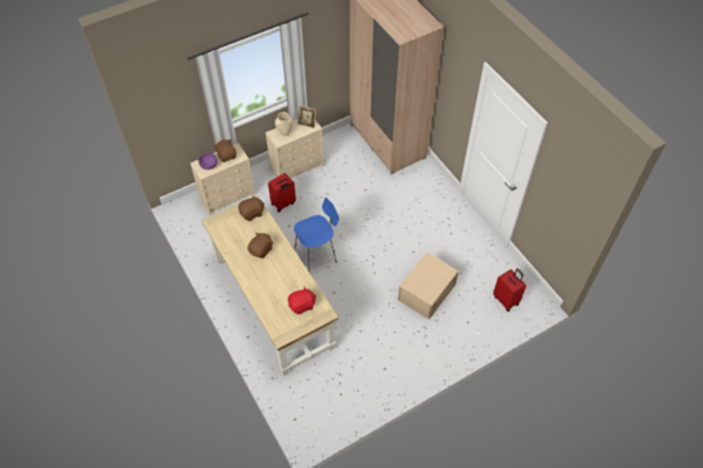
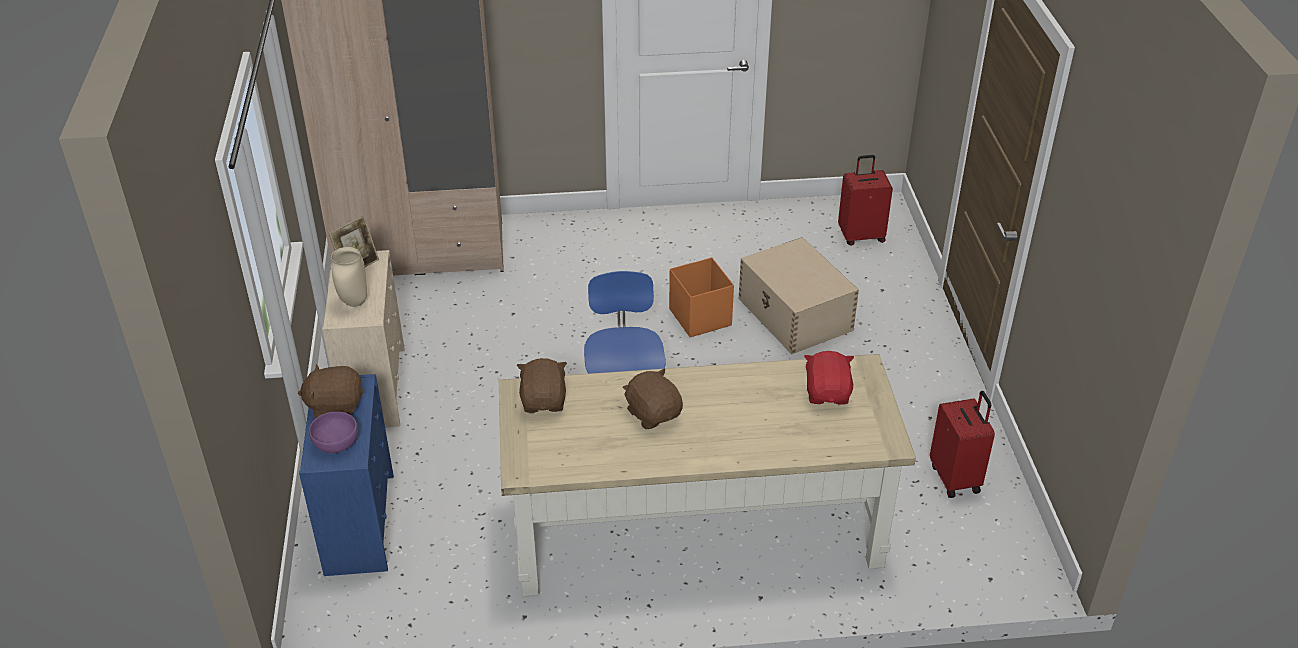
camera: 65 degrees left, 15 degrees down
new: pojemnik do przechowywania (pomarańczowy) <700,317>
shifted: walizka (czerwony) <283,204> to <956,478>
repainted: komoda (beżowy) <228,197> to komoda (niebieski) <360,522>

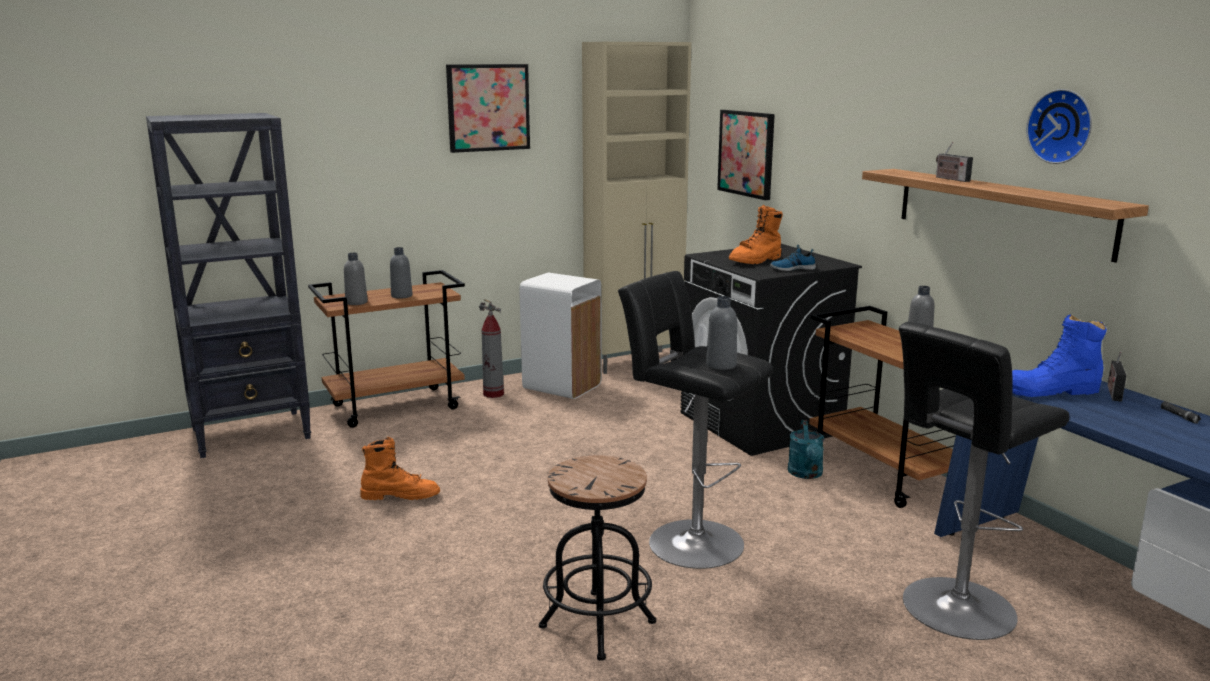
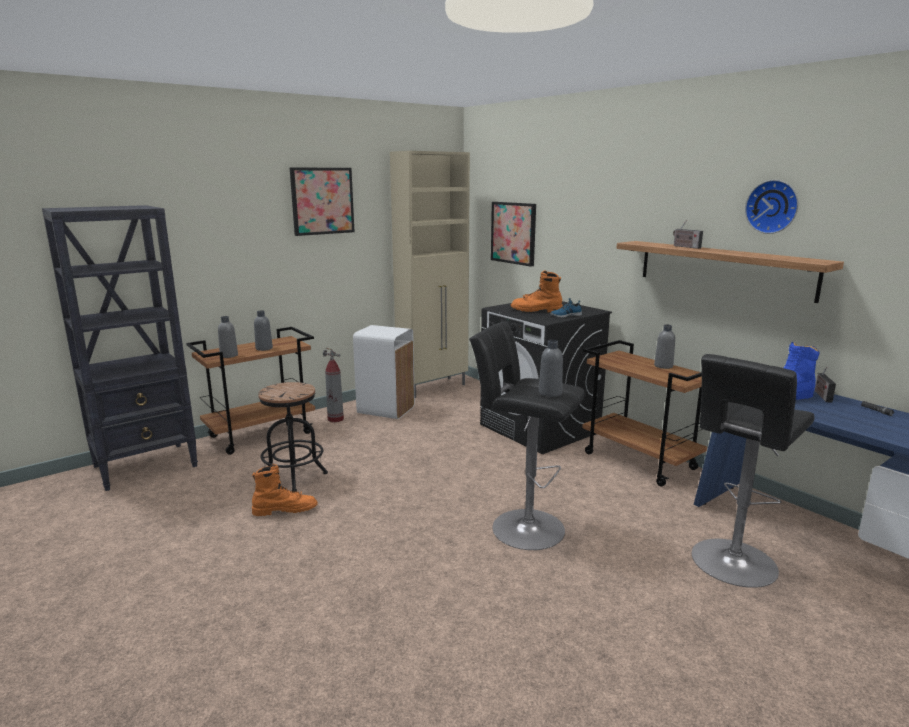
camera: 10 degrees left, 0 degrees up
gone: konewka (turkusowy) <806,474>
shifted: stołek (czarny) <597,624> to <294,477>
rotated: but z cholewką (pomarańczowy) <756,261> = <536,310> 60 degrees clockwise

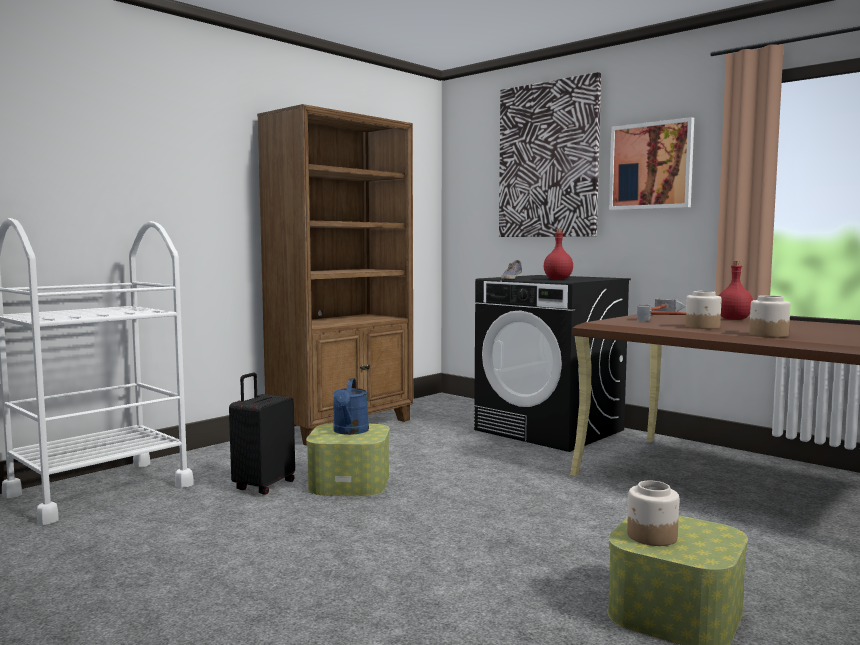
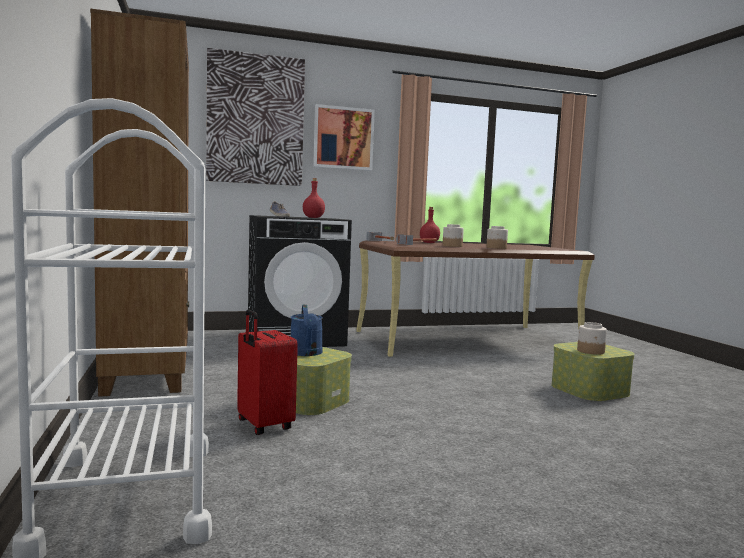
camera: 60 degrees left, 0 degrees up
repainted: walizka (czarny) <263,486> to walizka (czerwony) <263,425>
rotated: konewka (niebieski) <350,431> = <307,353> 45 degrees clockwise

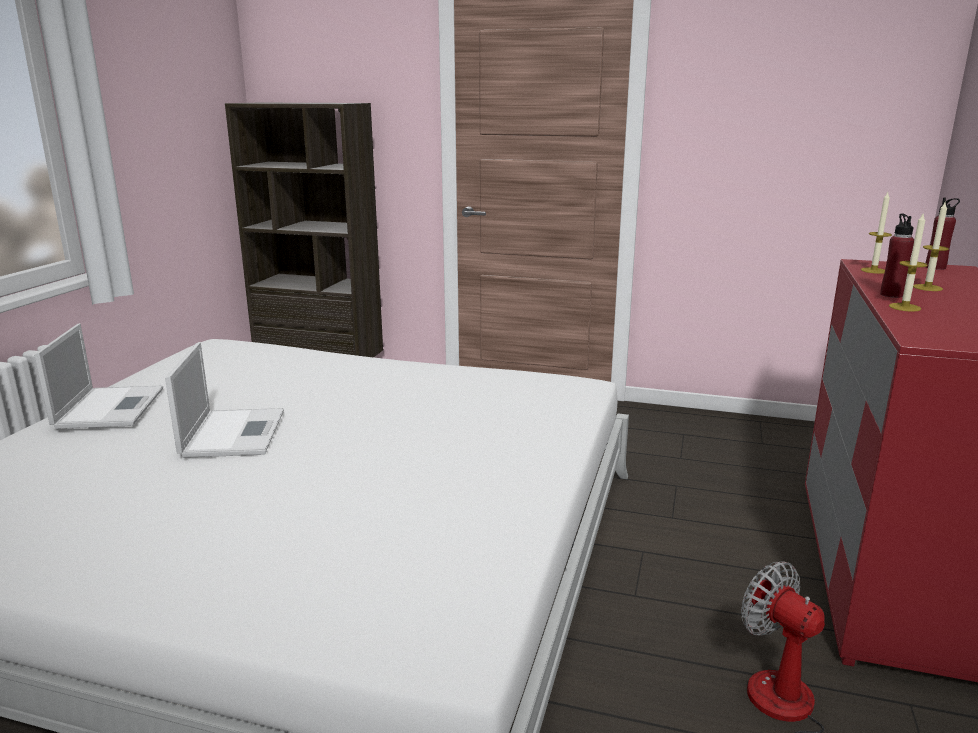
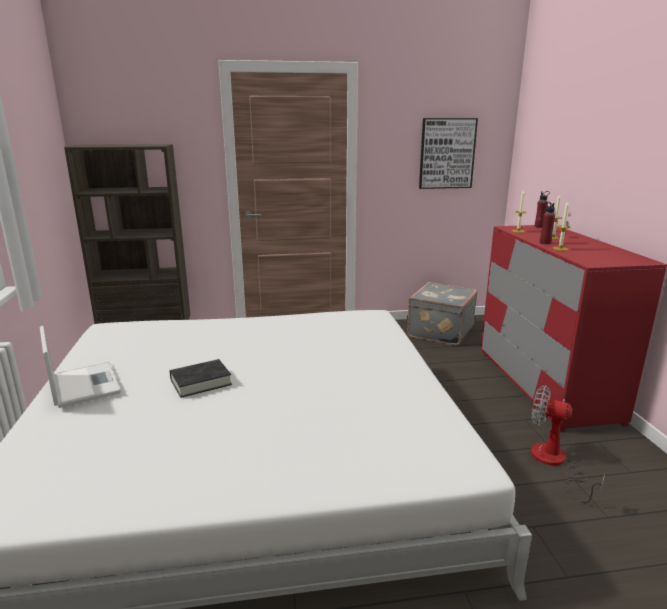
camera: 25 degrees left, 0 degrees up
new: walizka (szary) <439,331>; obraz <447,153>
swapped: laptop <234,432> to książka (czarny) <200,382>

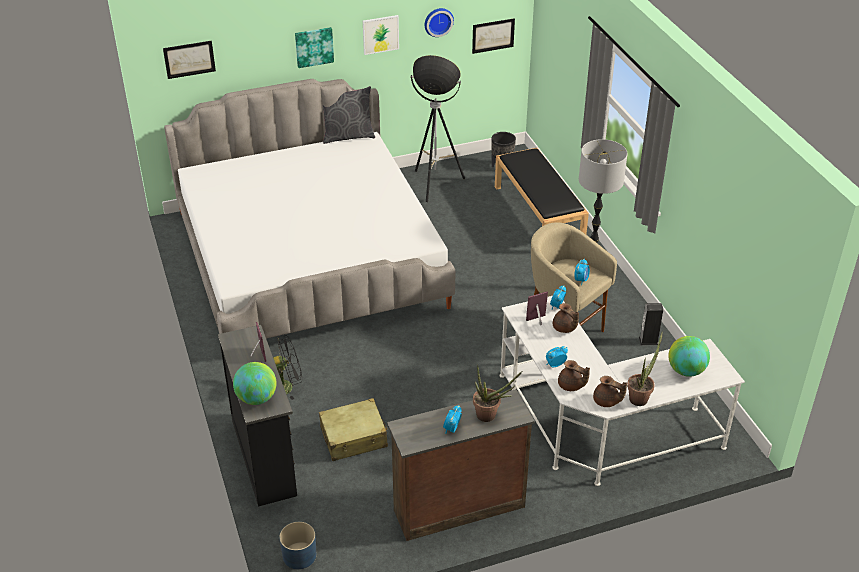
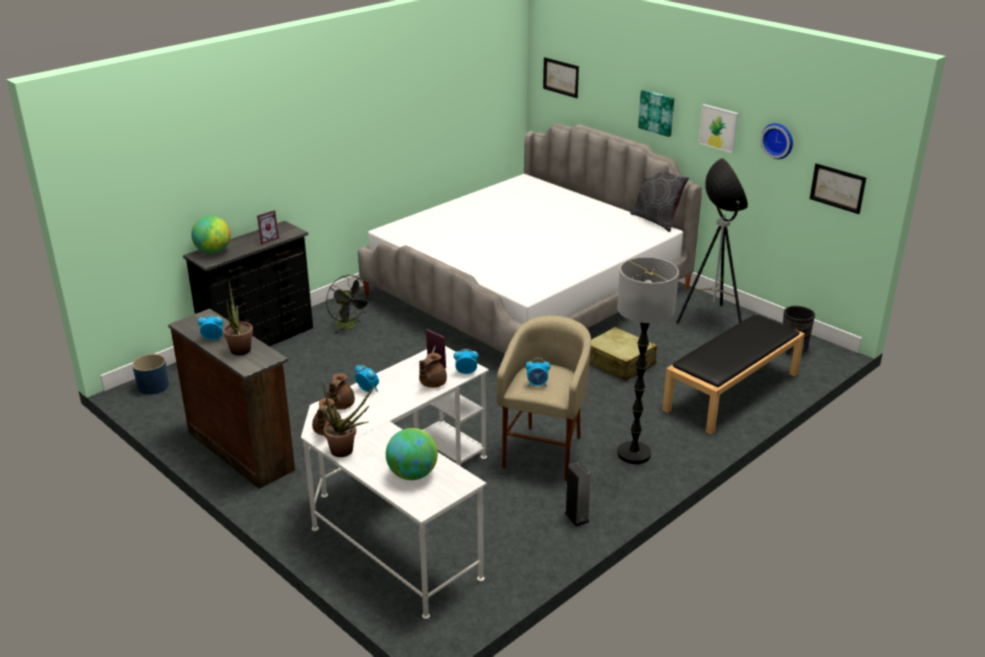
camera: 65 degrees right, 10 degrees down
shifted: walizka (beżowy) <354,437> to <620,363>

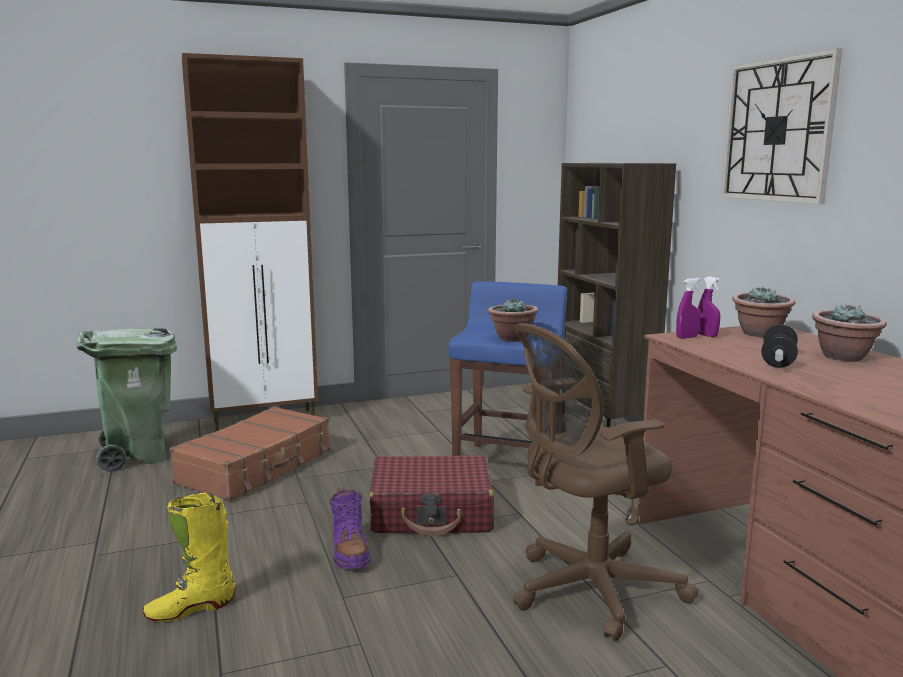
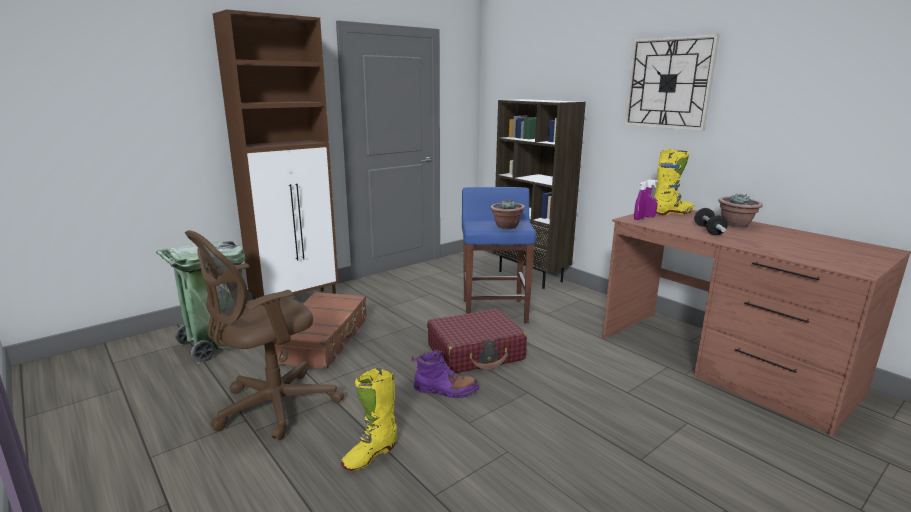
camera: 20 degrees left, 5 degrees up
shifted: krzesło biurowe (brązowy) <588,590> to <271,407>
swapped: roślina doniczkowa <760,334> to but z cholewką (żółty) <672,213>
rotated: but z cholewką (fioletowy) <349,552> = <445,390> 45 degrees counterclockwise

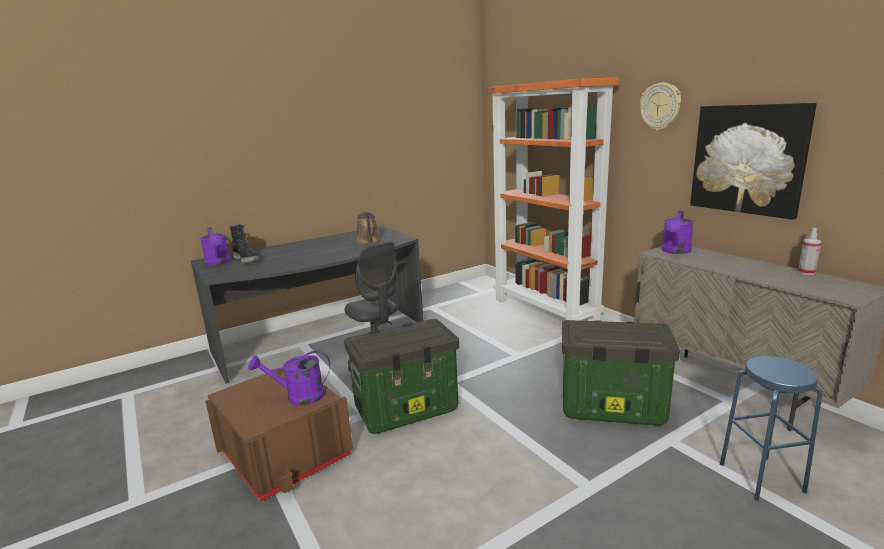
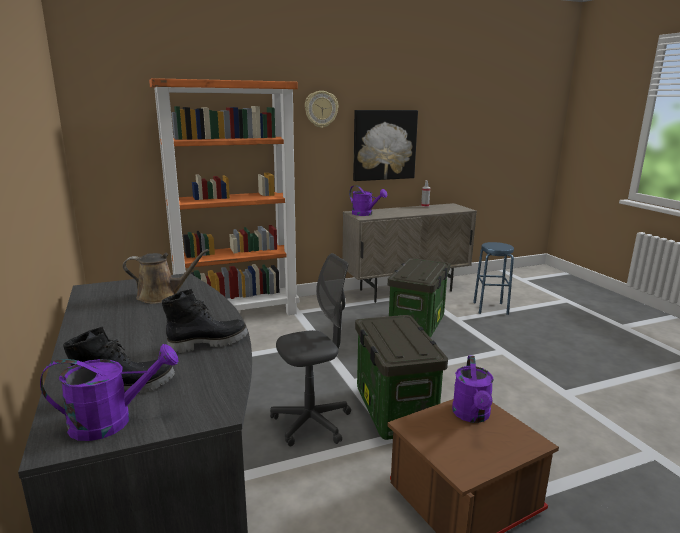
camera: 80 degrees left, 0 degrees up
new: but z cholewką (czarny) <208,343>

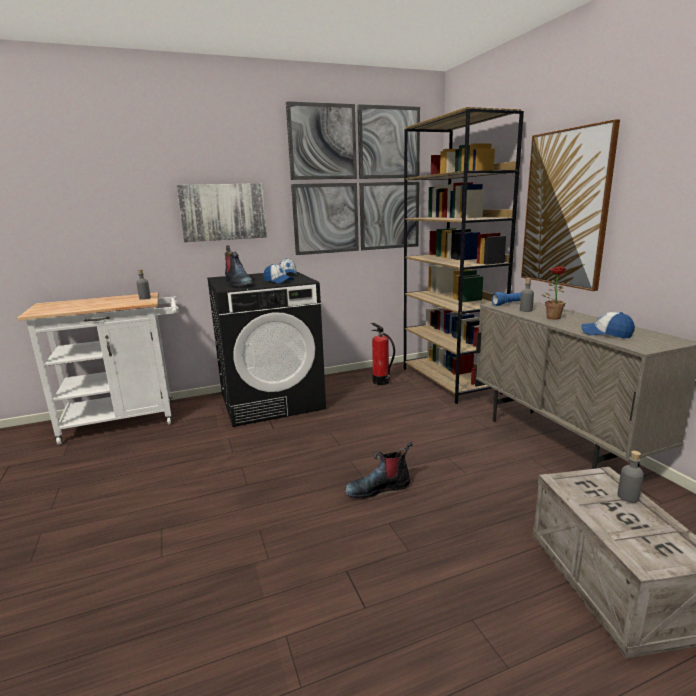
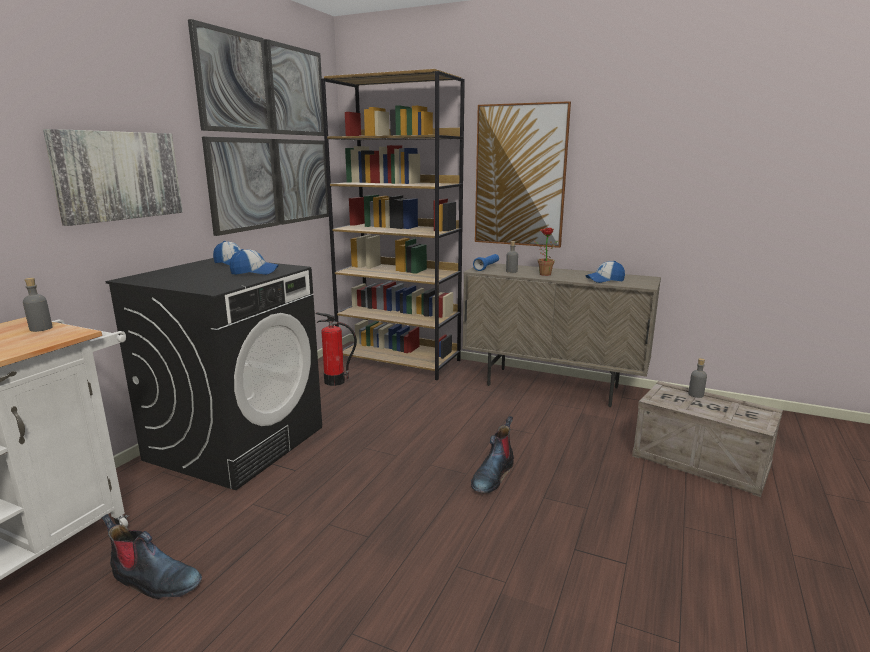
camera: 45 degrees left, 0 degrees up
shifted: but z cholewką <238,284> to <154,581>

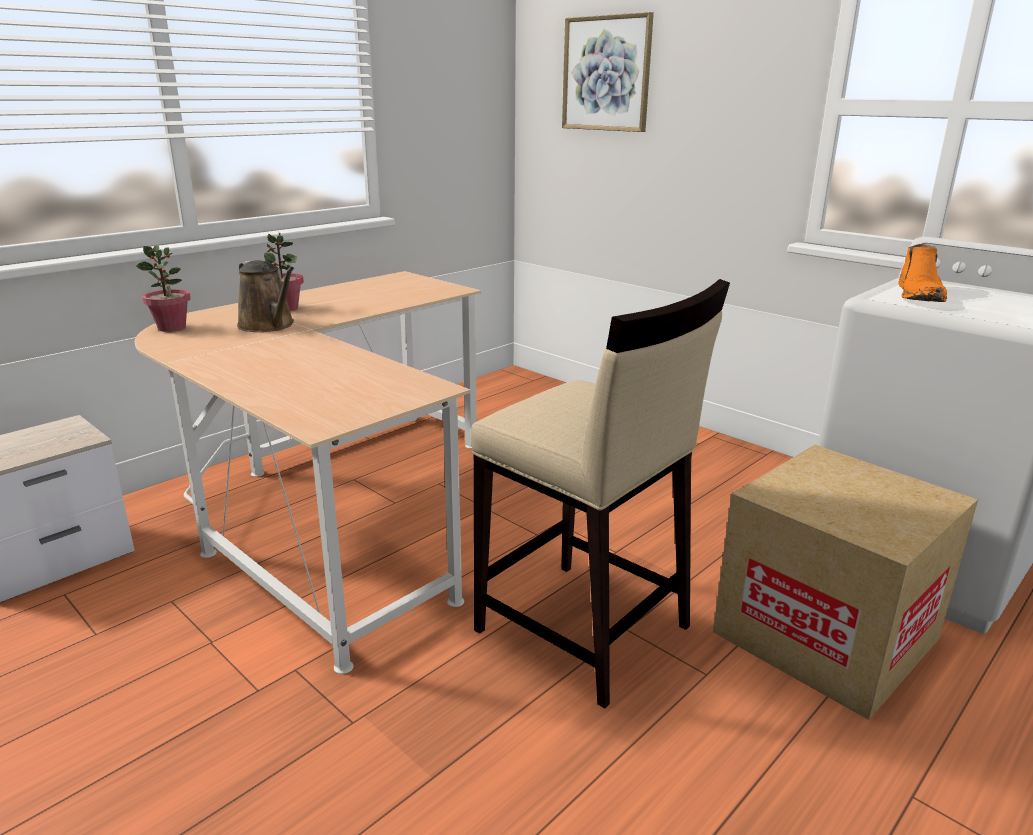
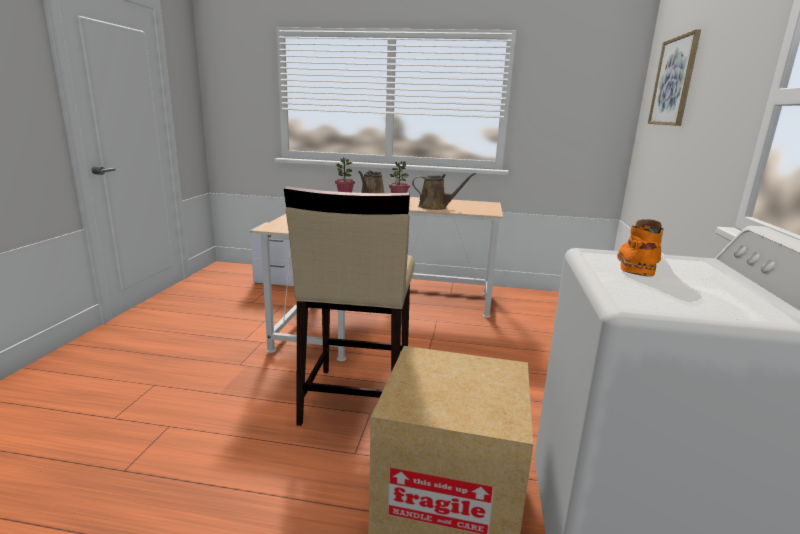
camera: 55 degrees right, 5 degrees down
new: konewka (brązowy) <436,207>
rotated: but z cholewką (pomarańczowy) <920,296> = <637,263> 135 degrees clockwise

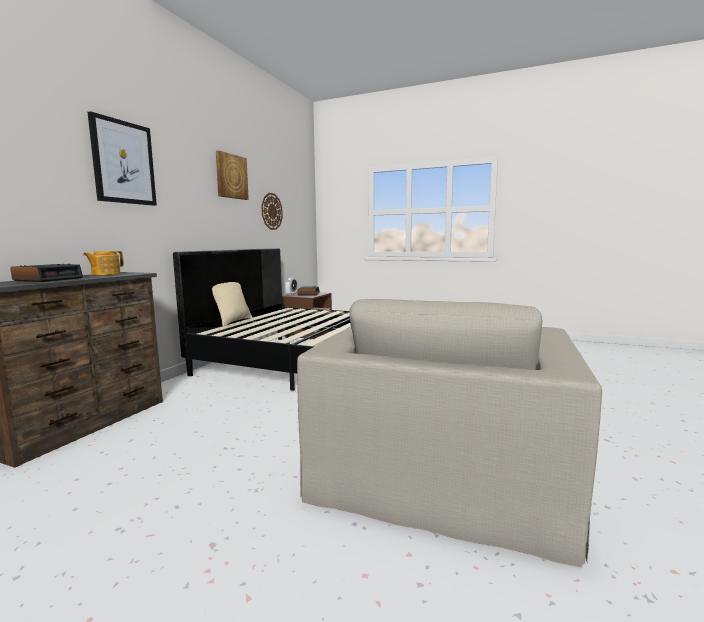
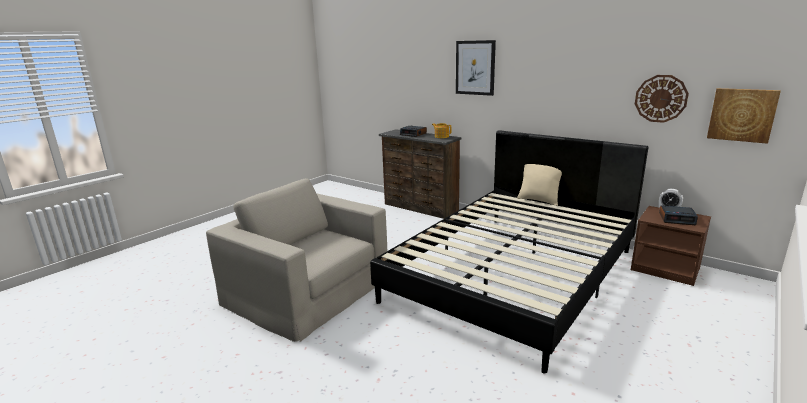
camera: 105 degrees right, 10 degrees up
shifted: obraz <231,176> to <742,115>

